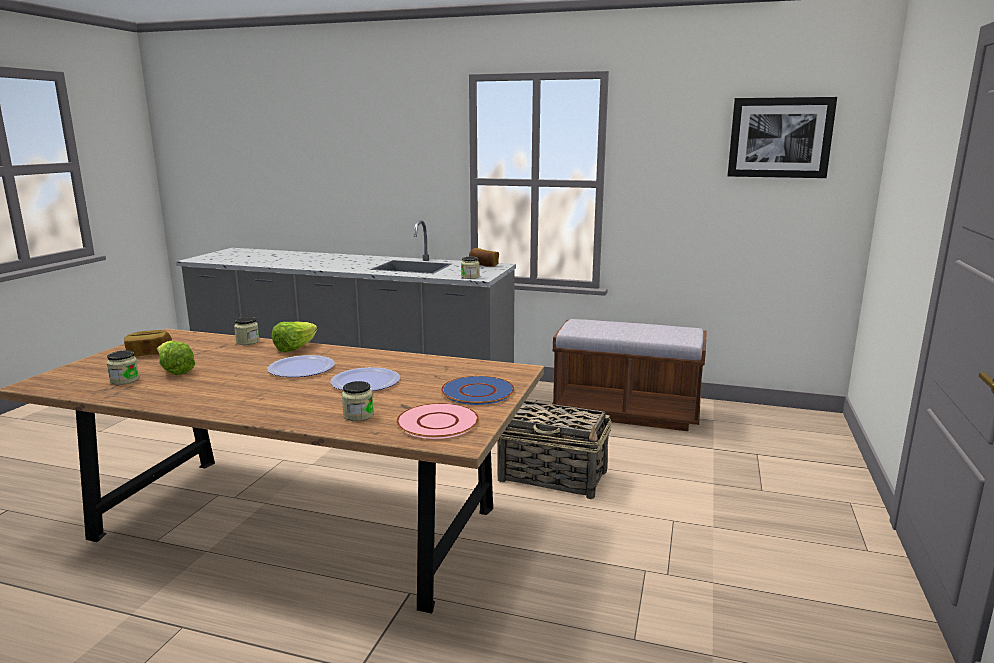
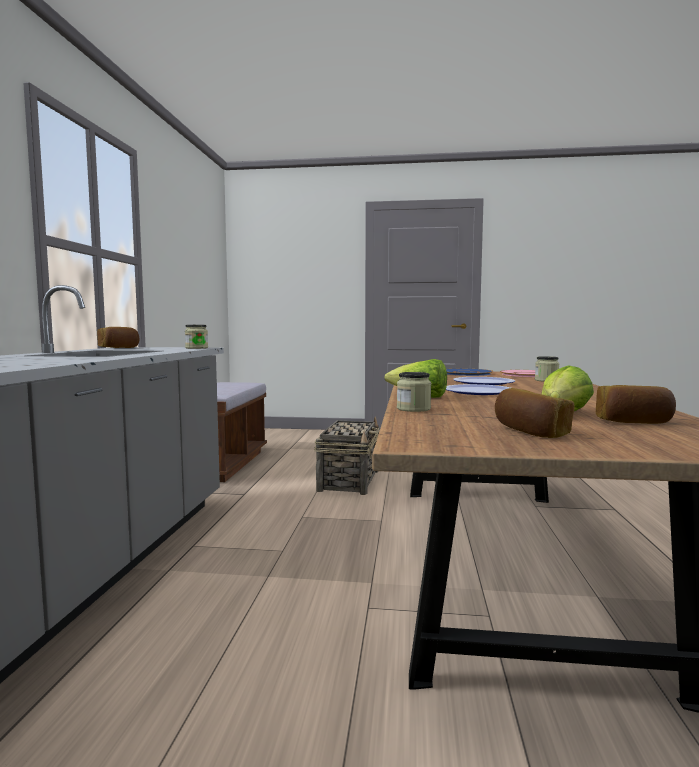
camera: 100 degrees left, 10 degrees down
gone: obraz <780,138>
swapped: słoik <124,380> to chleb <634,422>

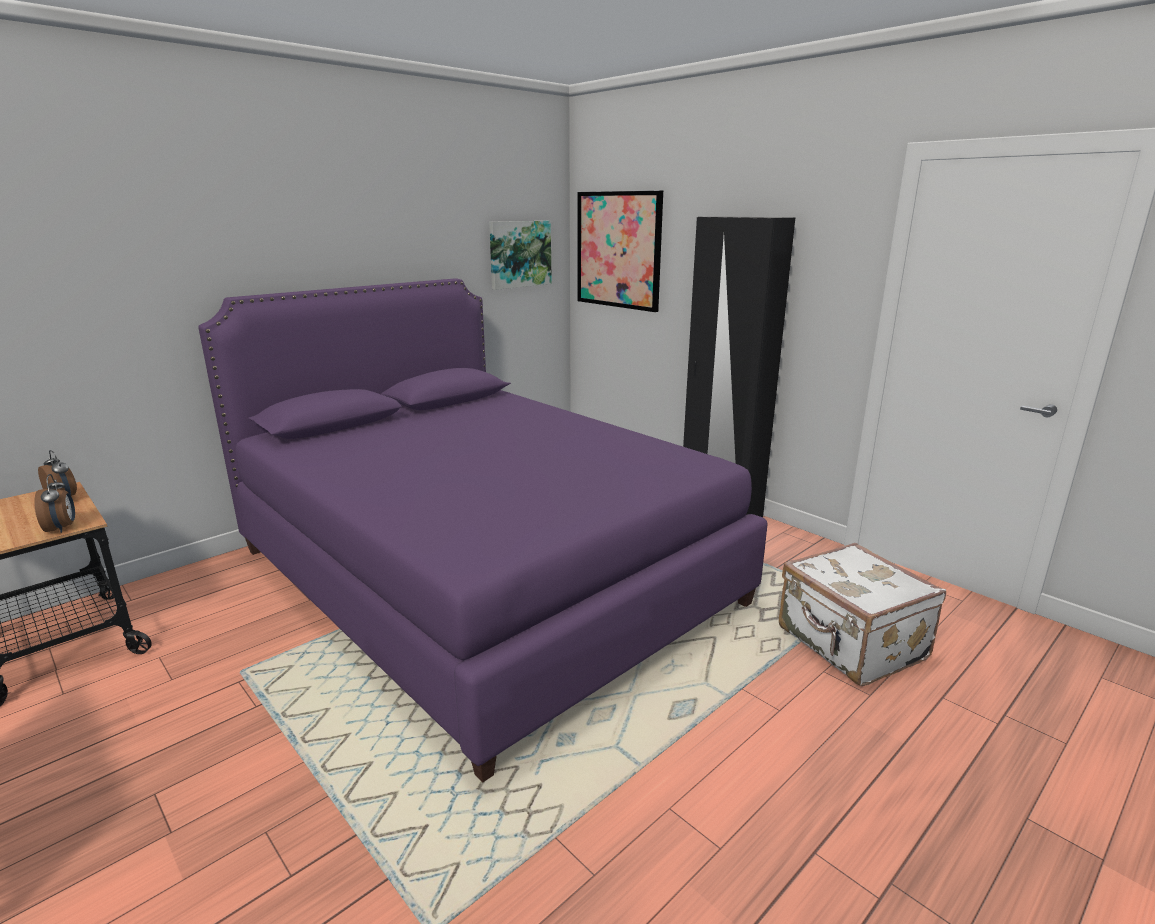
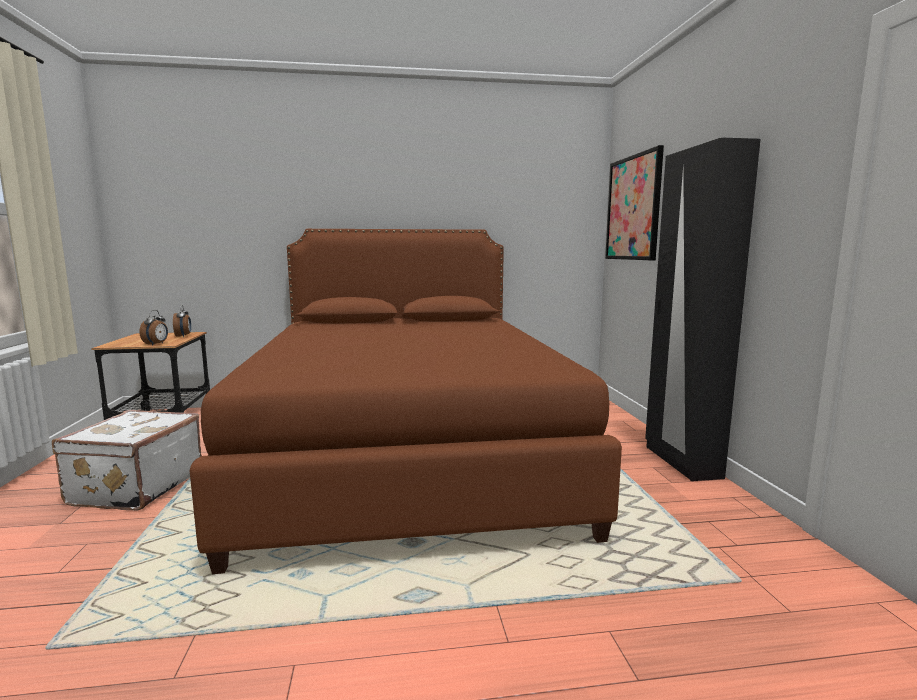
camera: 35 degrees right, 10 degrees down
gone: obraz <519,254>
shifted: walizka (biały) <850,644> to <135,487>
repainted: łóżko (fioletowy) <481,576> to łóżko (brązowy) <407,453>

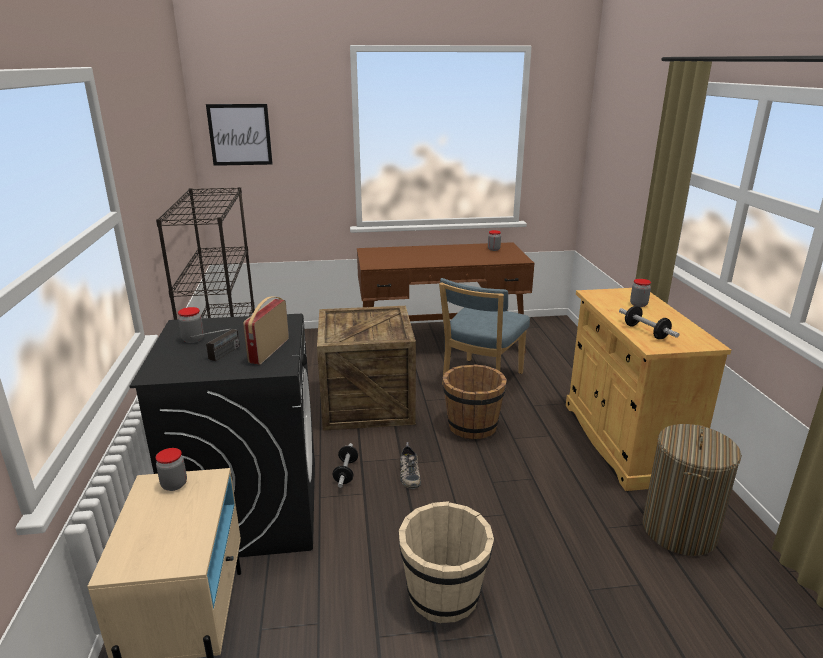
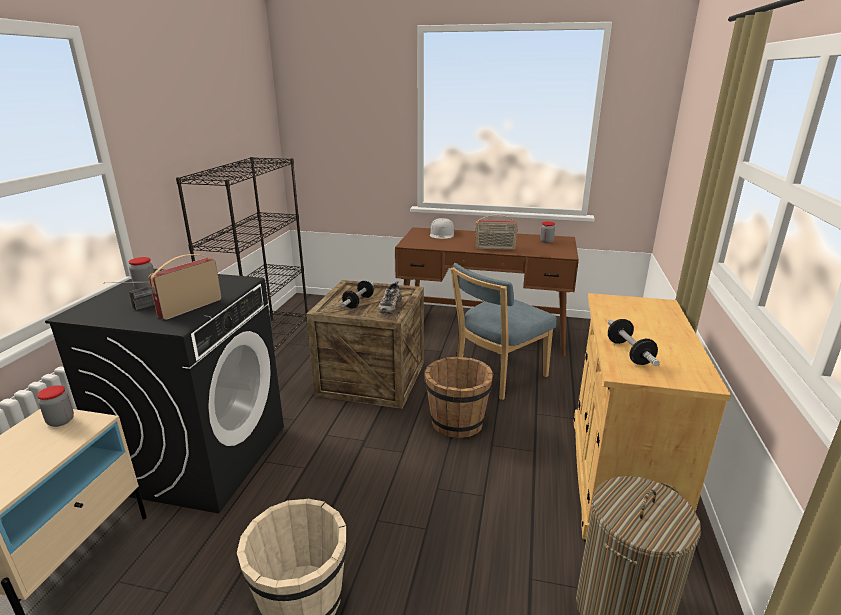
camera: 20 degrees right, 0 degrees up
gone: obraz <240,134>; słoik <638,304>
new: czapka z daszkiem (biały) <442,234>; radio <495,248>
shifted: hantel <346,472> to <358,302>; but <408,473> to <389,305>

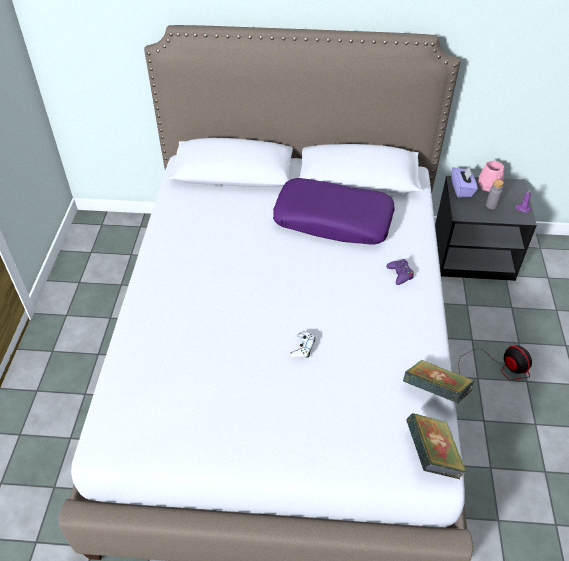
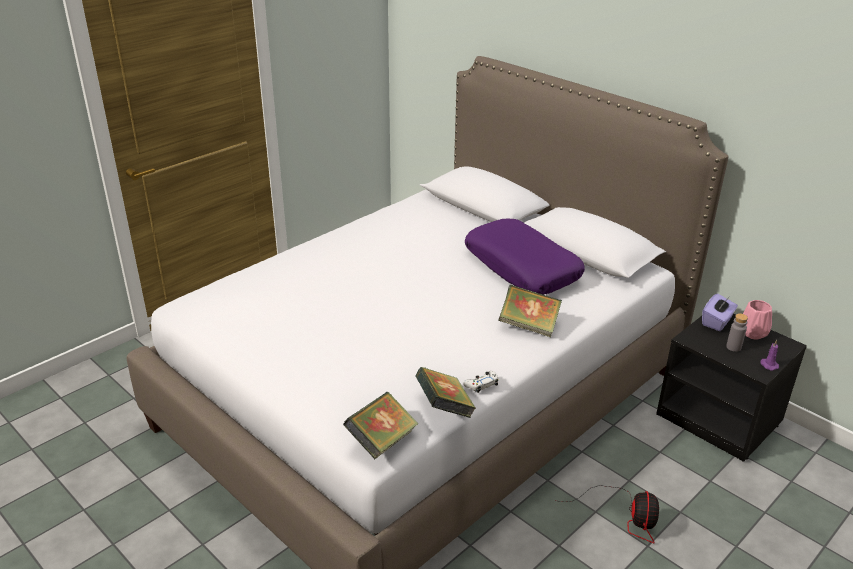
camera: 40 degrees right, 15 degrees down
shifted: pad do gier (biały) <303,348> to <481,384>
swapped: pad do gier (fioletowy) <400,274> to książka <529,325>

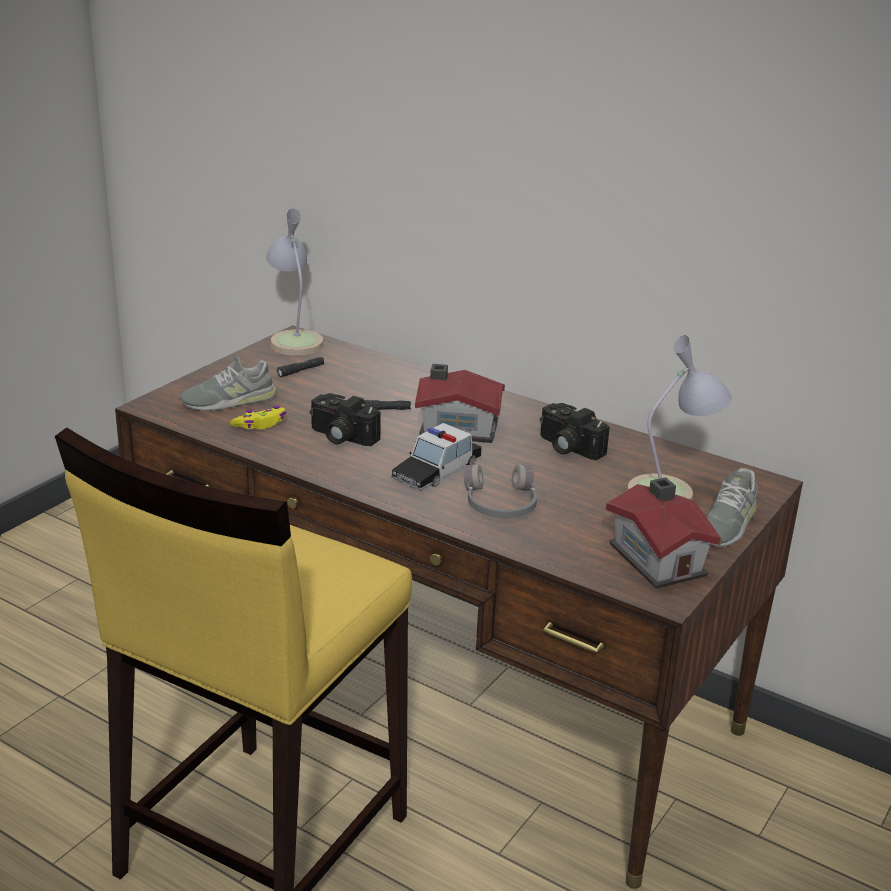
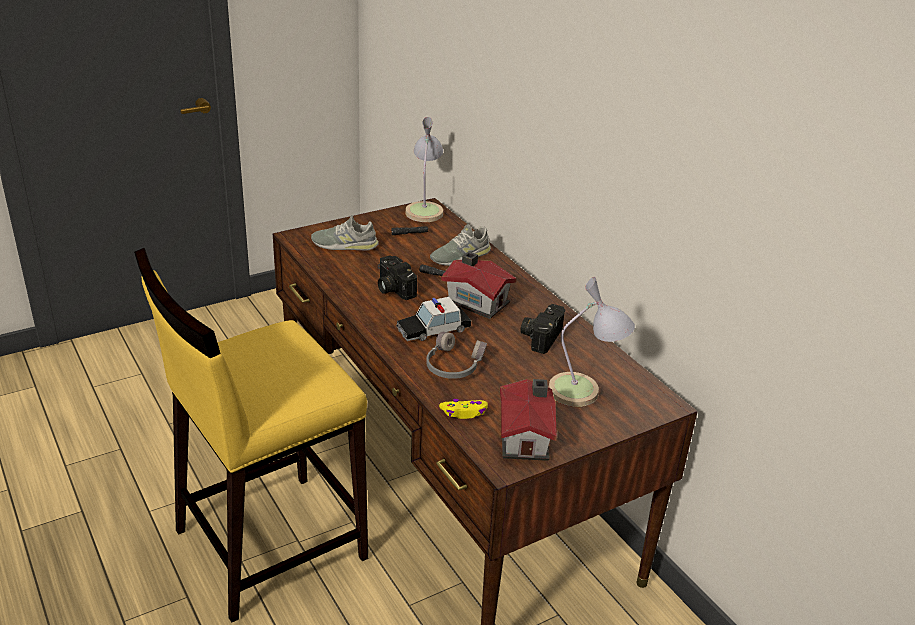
camera: 25 degrees right, 5 degrees up
shifted: but (szary) <725,524> to <460,256>; pad do gier (żółty) <261,424> to <464,412>
rotated: aparat fotograficzny <567,447> = <540,336> 45 degrees clockwise

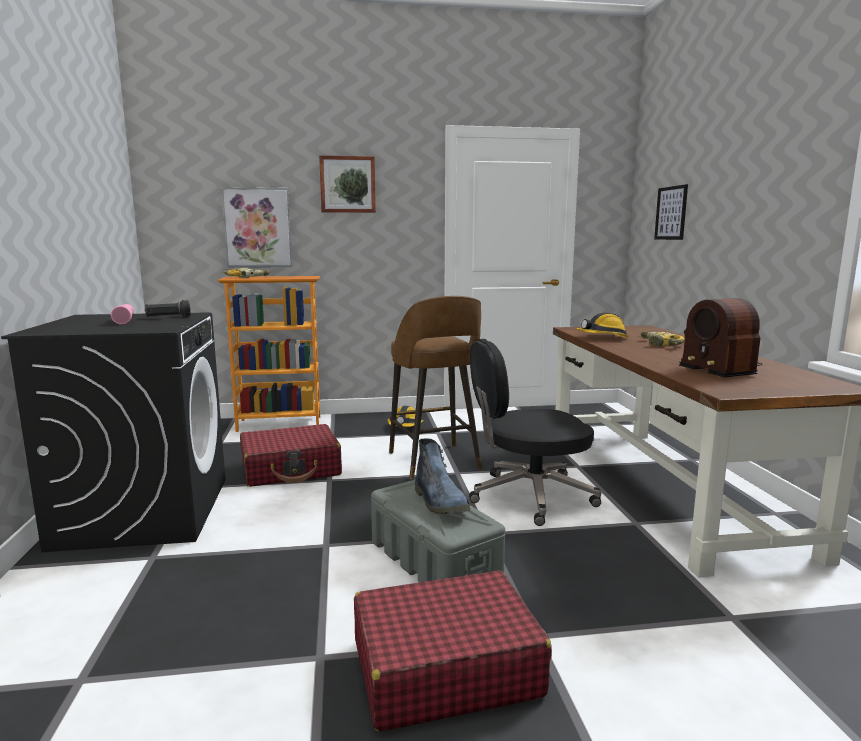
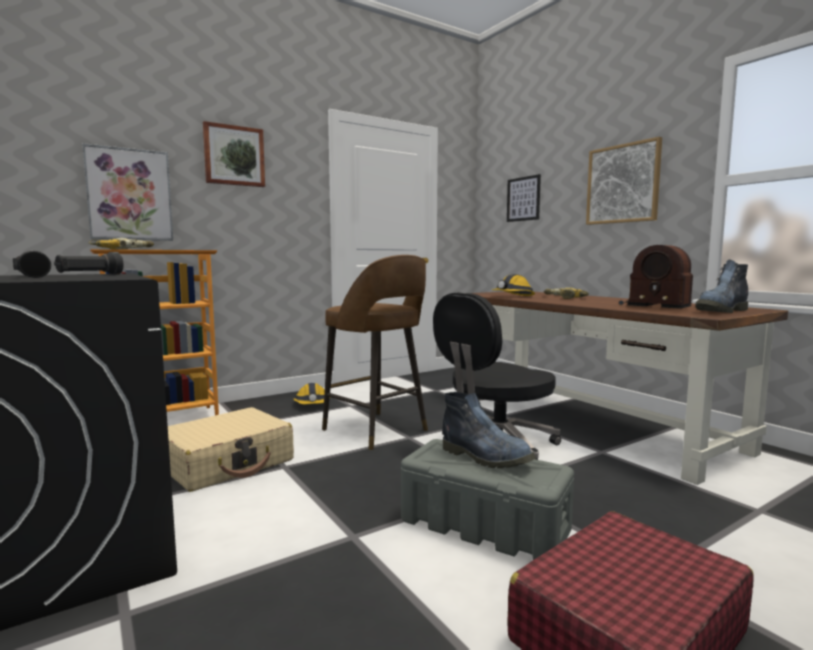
camera: 25 degrees left, 5 degrees down
new: obraz <623,184>; but z cholewką <721,311>
repainted: latarka (różowy) <125,321> to latarka (czarny) <31,277>; walizka (czerwony) <291,469> to walizka (beżowy) <227,463>

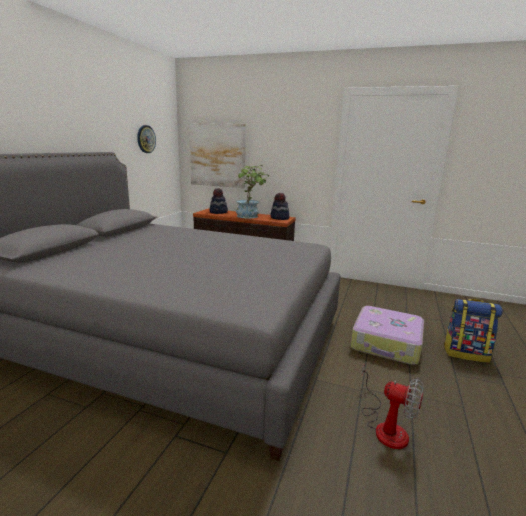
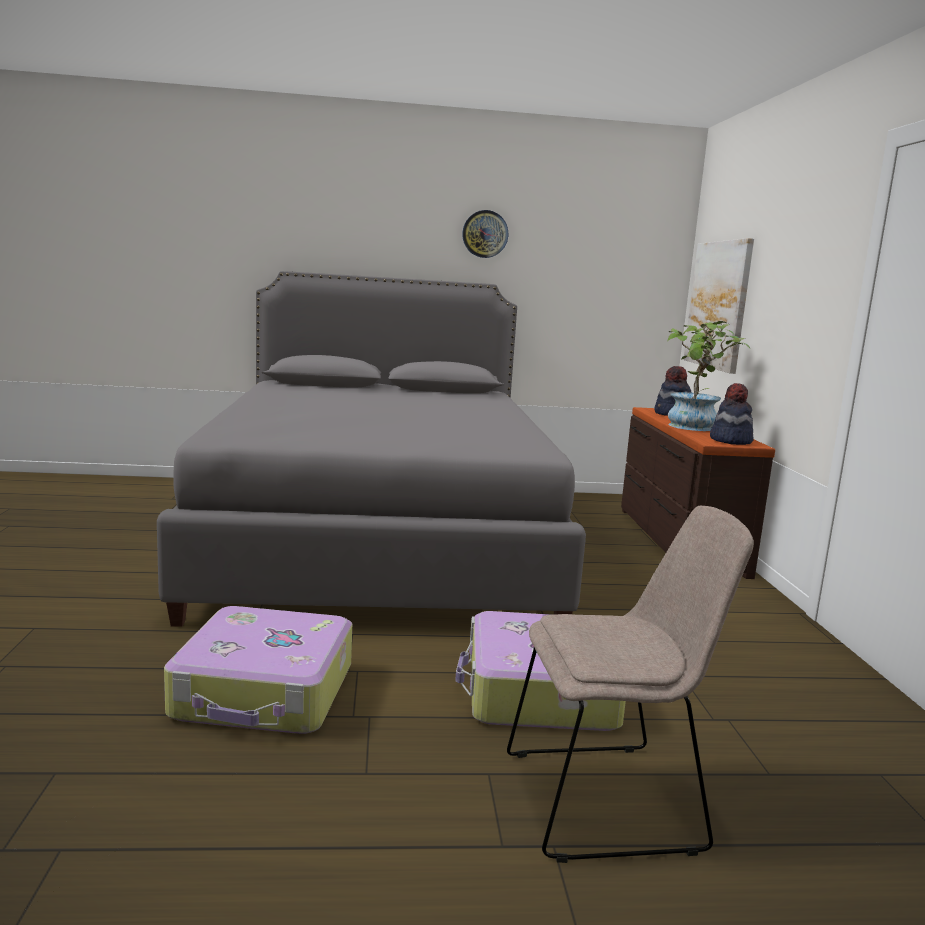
camera: 65 degrees right, 5 degrees down
shifted: zegar ścienny <146,139> to <485,234>
swapped: wentylator <386,426> to walizka <265,692>; plecak <466,353> to krzesło (beżowy) <609,799>

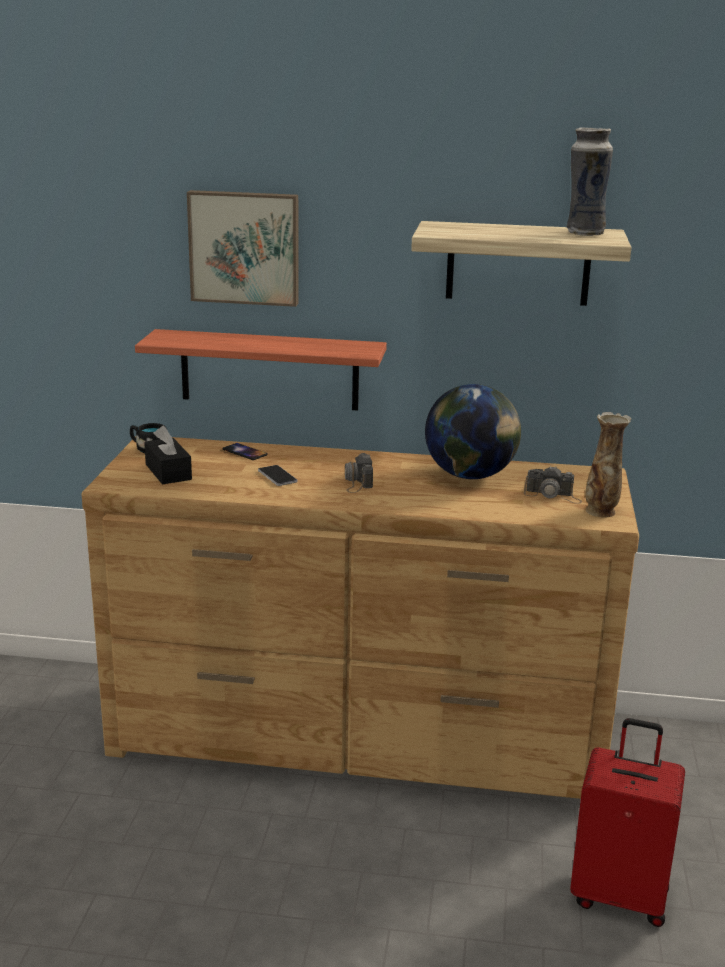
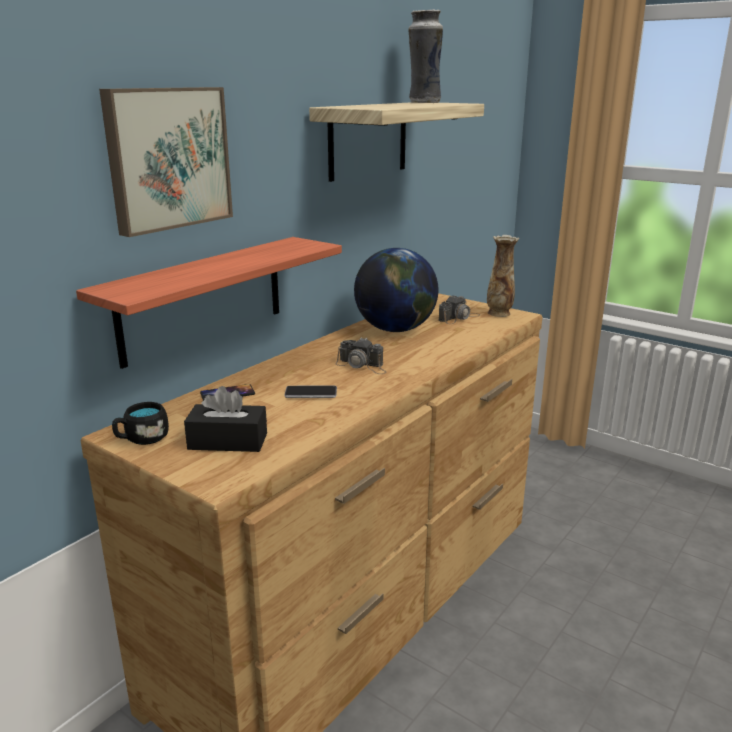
camera: 60 degrees left, 0 degrees up
gone: walizka (czerwony) <620,895>

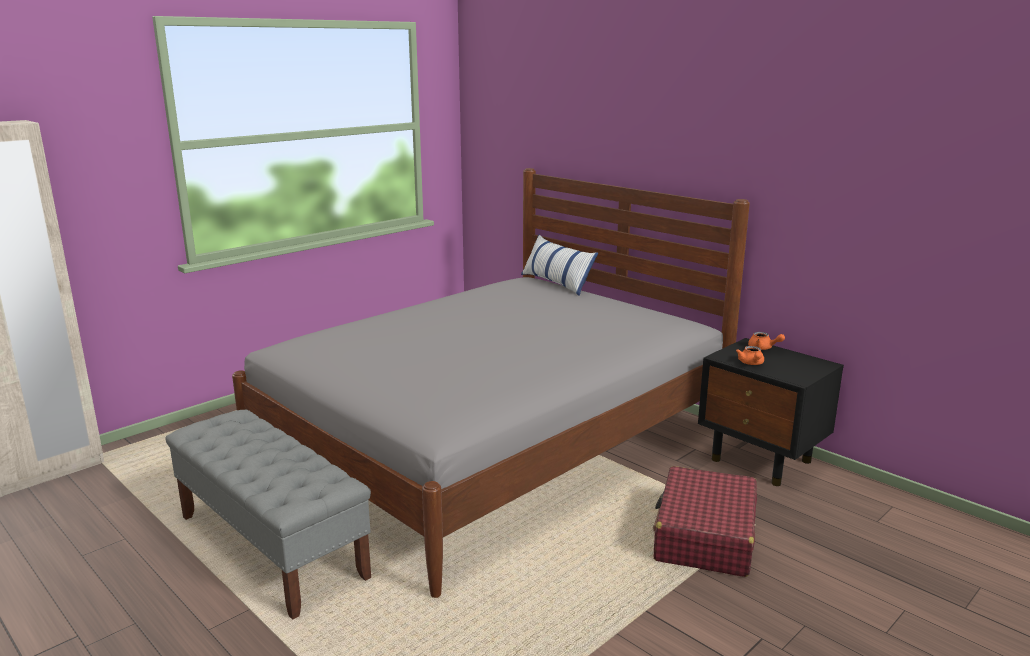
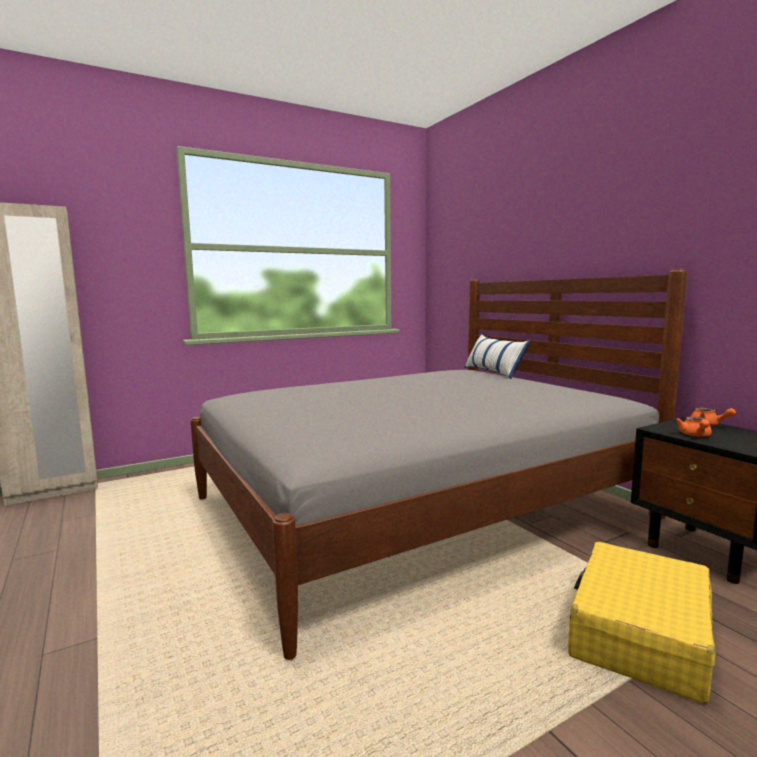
camera: 15 degrees right, 10 degrees down
gone: ławka (szary) <272,547>
repainted: walizka (czerwony) <704,536> to walizka (żółty) <639,634>

